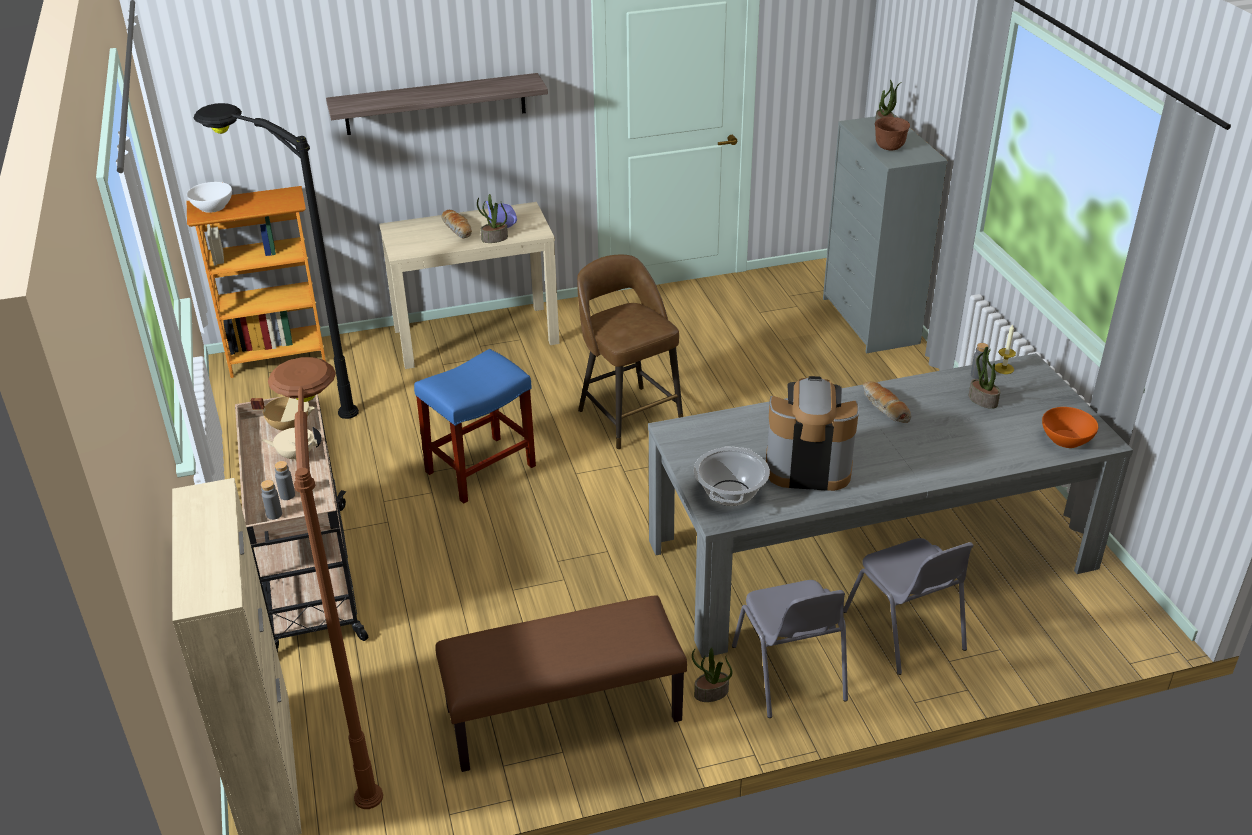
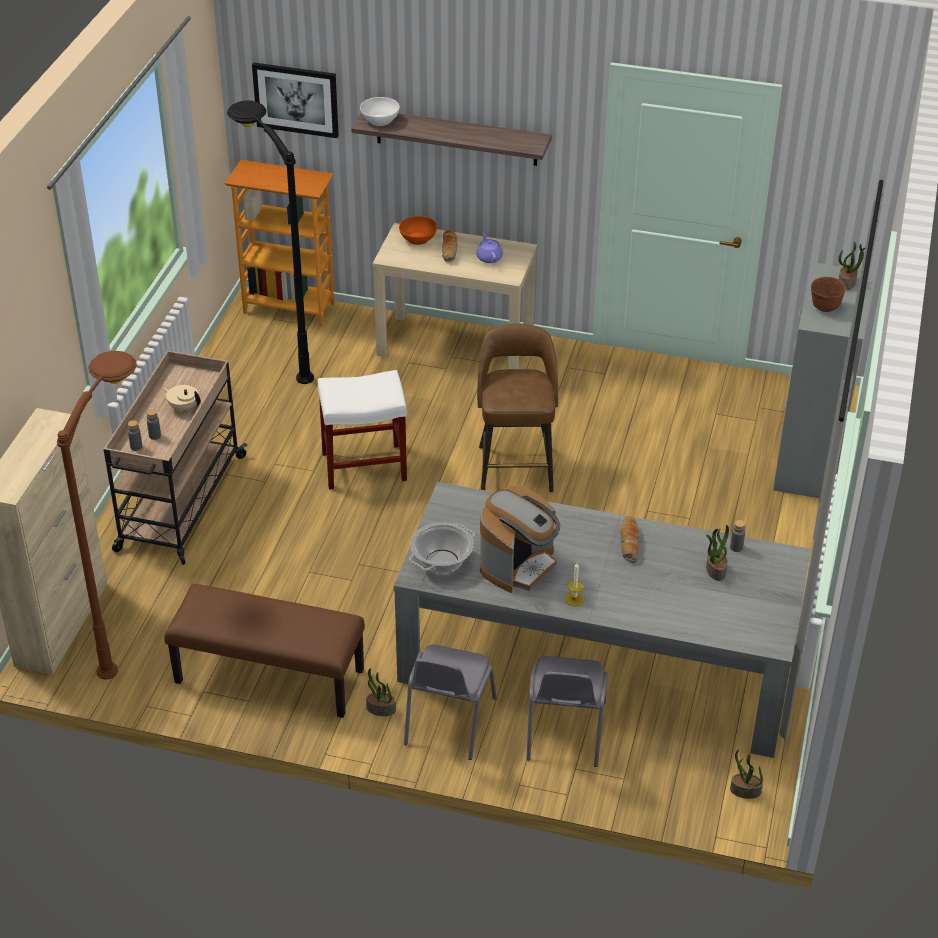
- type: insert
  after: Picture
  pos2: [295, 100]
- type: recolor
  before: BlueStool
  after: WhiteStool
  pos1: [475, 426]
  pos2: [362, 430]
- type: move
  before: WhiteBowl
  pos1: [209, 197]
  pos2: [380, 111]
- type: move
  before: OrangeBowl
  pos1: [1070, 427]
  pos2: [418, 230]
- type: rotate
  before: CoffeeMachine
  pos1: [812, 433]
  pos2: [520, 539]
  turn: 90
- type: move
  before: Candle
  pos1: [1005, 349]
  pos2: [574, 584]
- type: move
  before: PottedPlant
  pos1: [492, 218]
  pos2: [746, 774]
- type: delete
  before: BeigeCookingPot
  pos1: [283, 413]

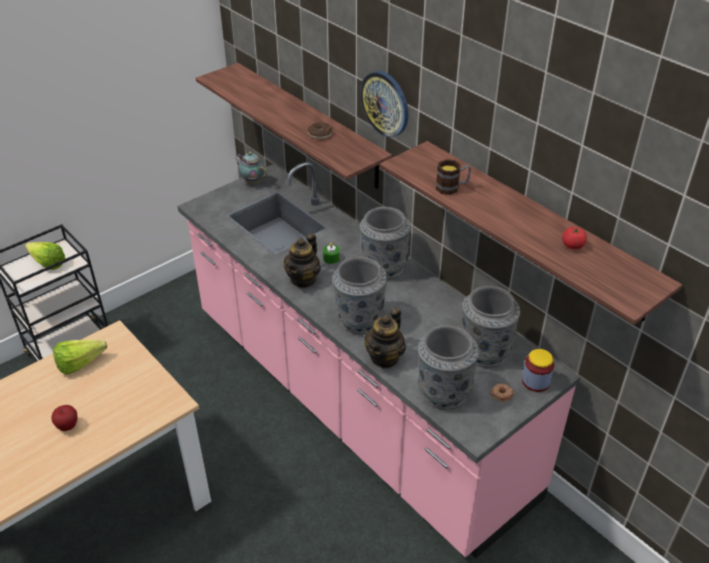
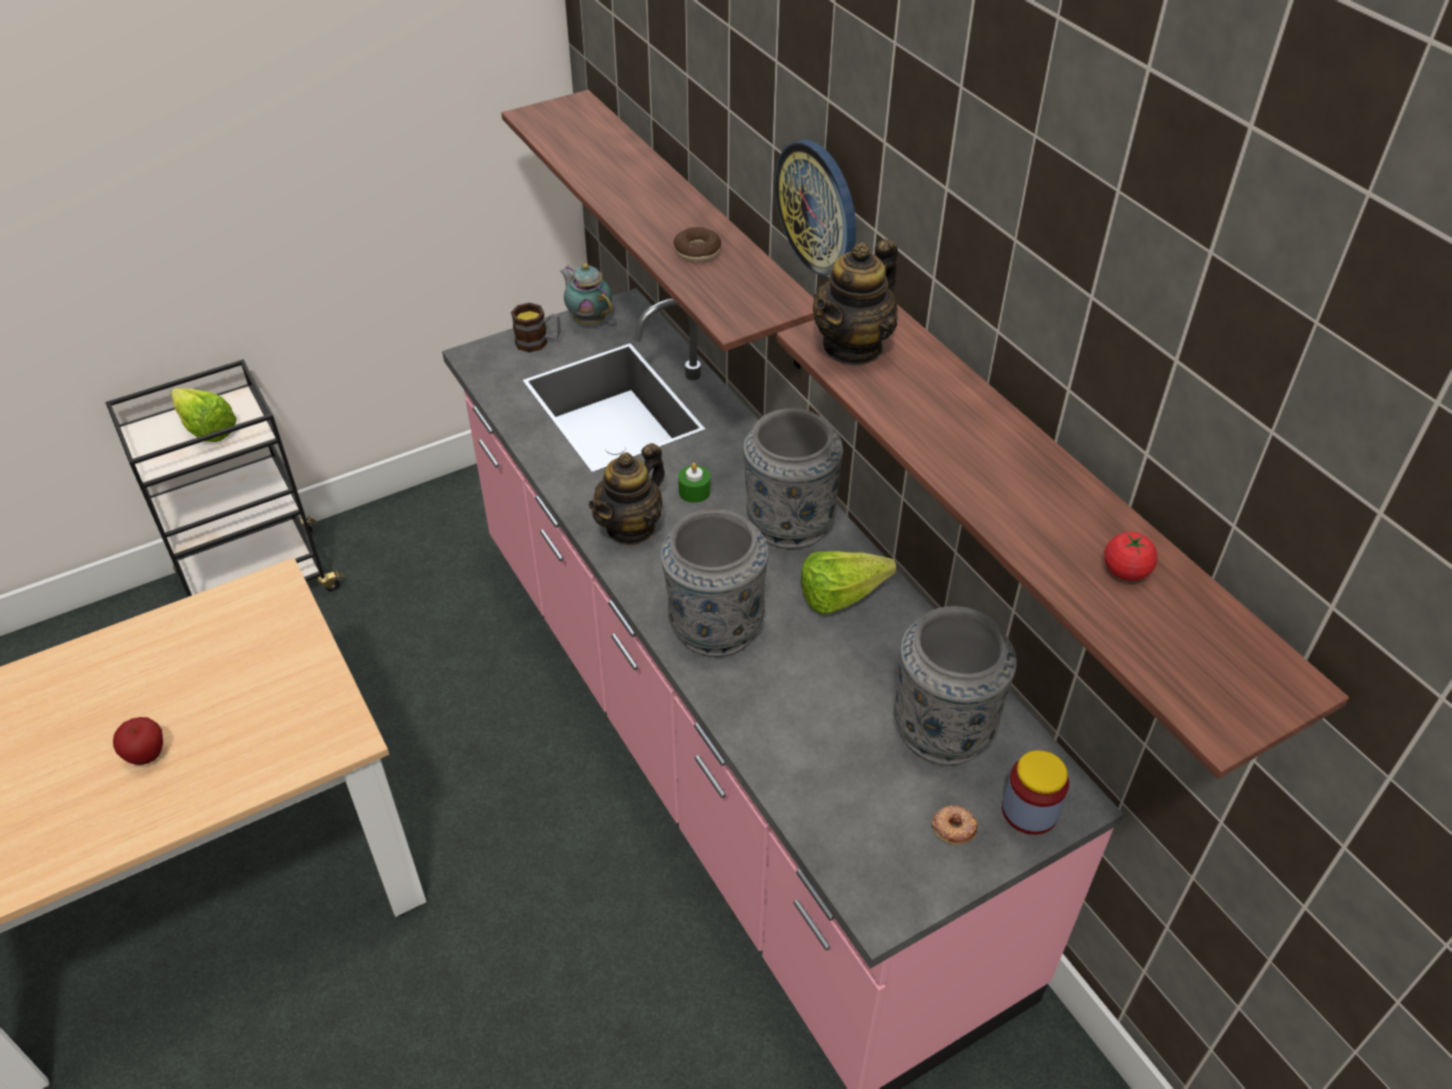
- type: move
  before: Mug
  pos1: [453, 177]
  pos2: [536, 328]
- type: move
  before: Lettuce
  pos1: [80, 357]
  pos2: [848, 582]
- type: move
  before: Teapot
  pos1: [385, 338]
  pos2: [855, 303]
- type: delete
  before: GreyVase
  pos1: [448, 367]

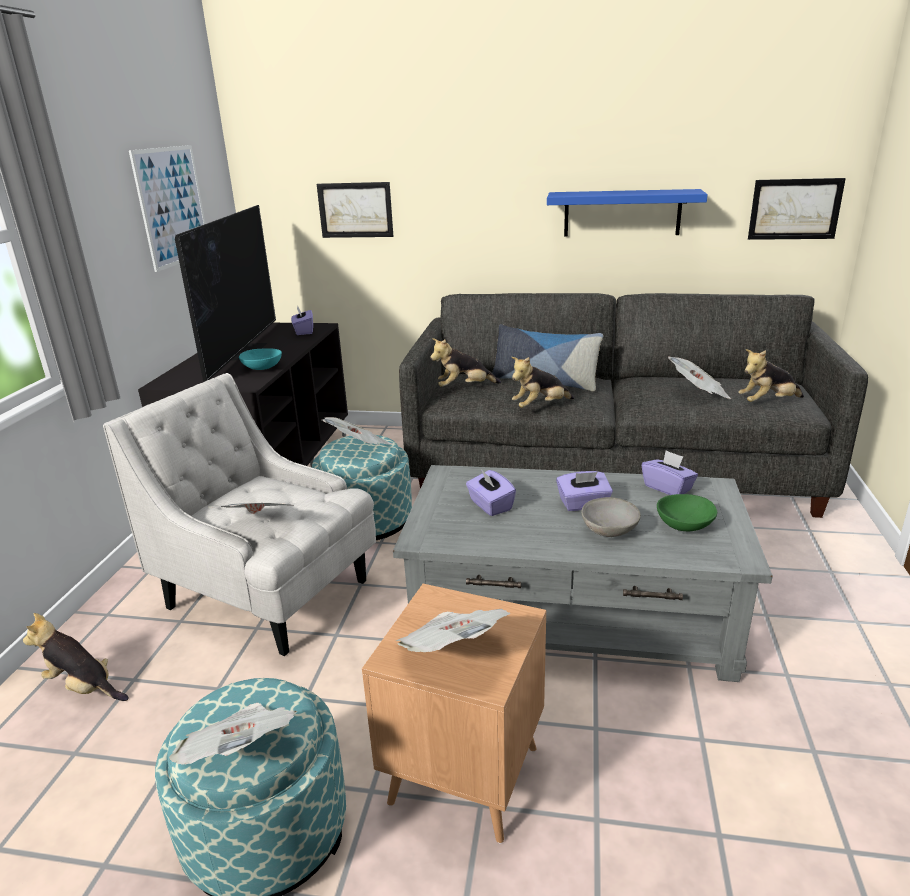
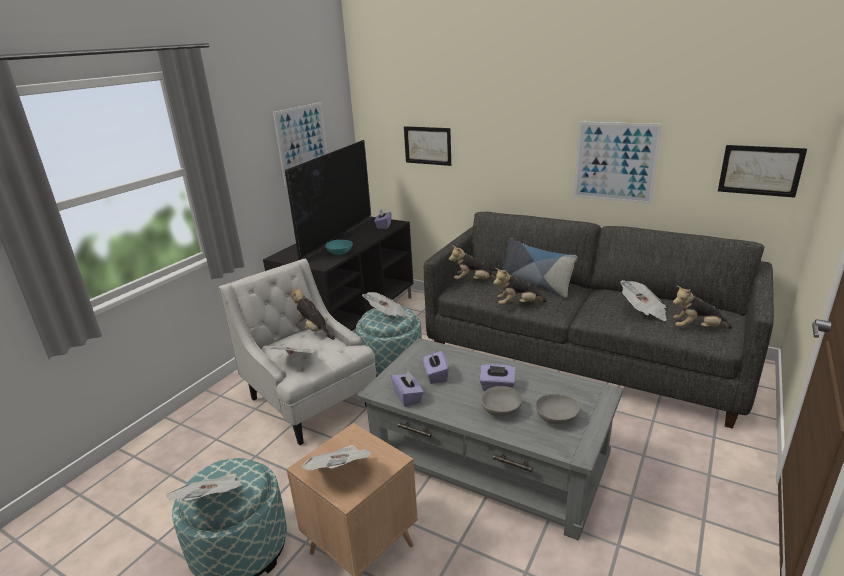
- type: move
  before: PlushToy
  pos1: [76, 657]
  pos2: [313, 314]
- type: move
  before: PurpleTissueBox
  pos1: [669, 472]
  pos2: [407, 389]
- type: recolor
  before: GreenBowl
  after: GreyBowl
  pos1: [687, 512]
  pos2: [557, 409]
- type: replace
  before: BlueShelf
  after: Picture
  pos1: [627, 212]
  pos2: [618, 162]

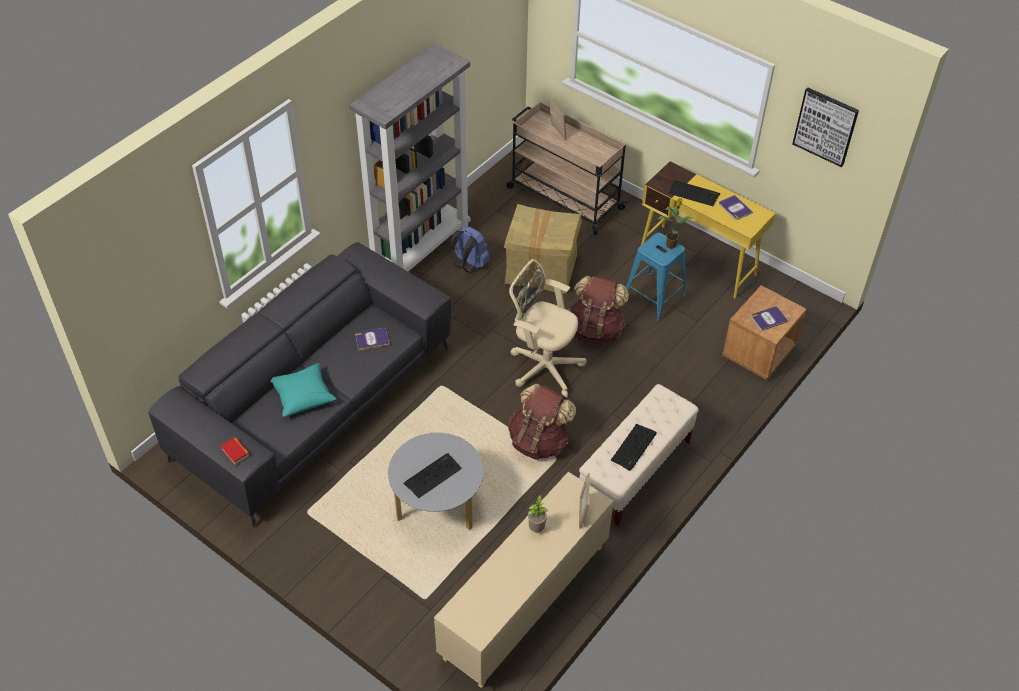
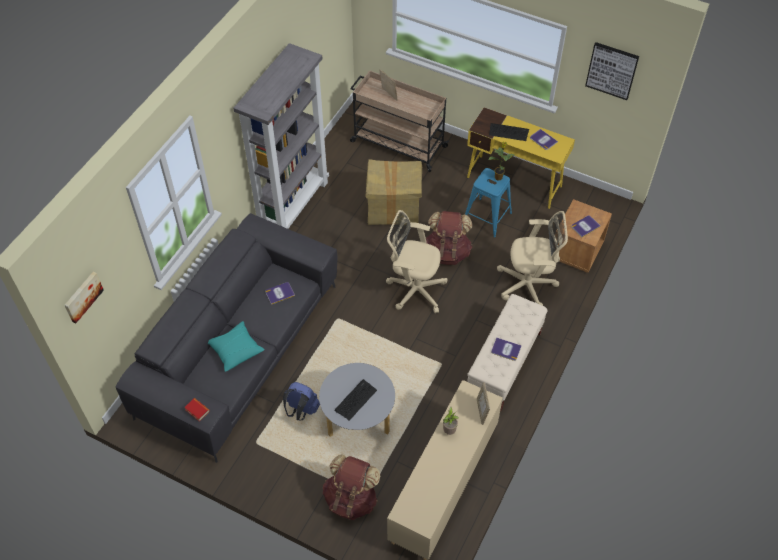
- type: insert
  after: Picture
  pos2: [84, 297]
- type: move
  before: BlueBackpack
  pos1: [470, 249]
  pos2: [301, 401]
- type: move
  before: BrownBackpack
  pos1: [542, 422]
  pos2: [351, 487]
- type: replace
  before: Keyboard
  after: Book
  pos1: [634, 447]
  pos2: [506, 349]
- type: insert
  after: BeigeOfficeChair
  pos2: [532, 258]

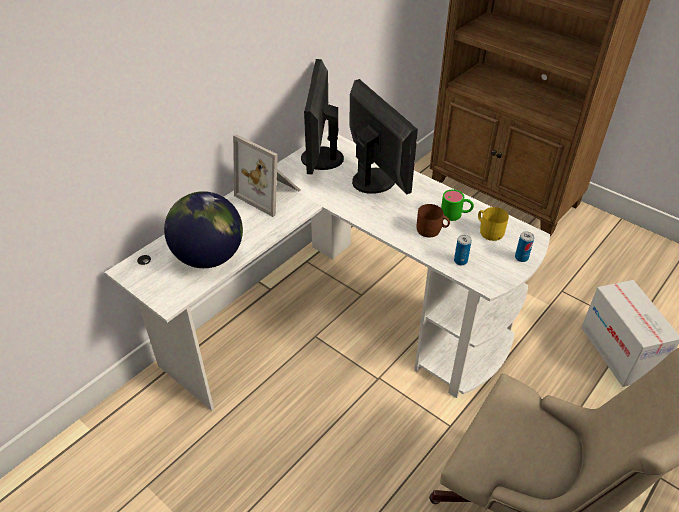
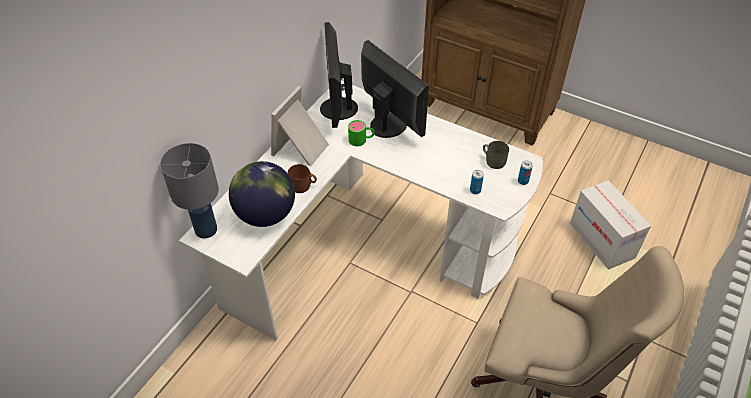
- type: insert
  after: GreyTableLamp
  pos2: [189, 191]
- type: rotate
  before: PictureFrame
  pos1: [267, 175]
  pos2: [300, 126]
  turn: 90
- type: move
  before: BrownMug
  pos1: [433, 221]
  pos2: [302, 178]
- type: move
  before: GreenMug
  pos1: [457, 205]
  pos2: [361, 133]
- type: recolor
  before: YellowMug
  after: GreyMug
  pos1: [493, 224]
  pos2: [496, 155]

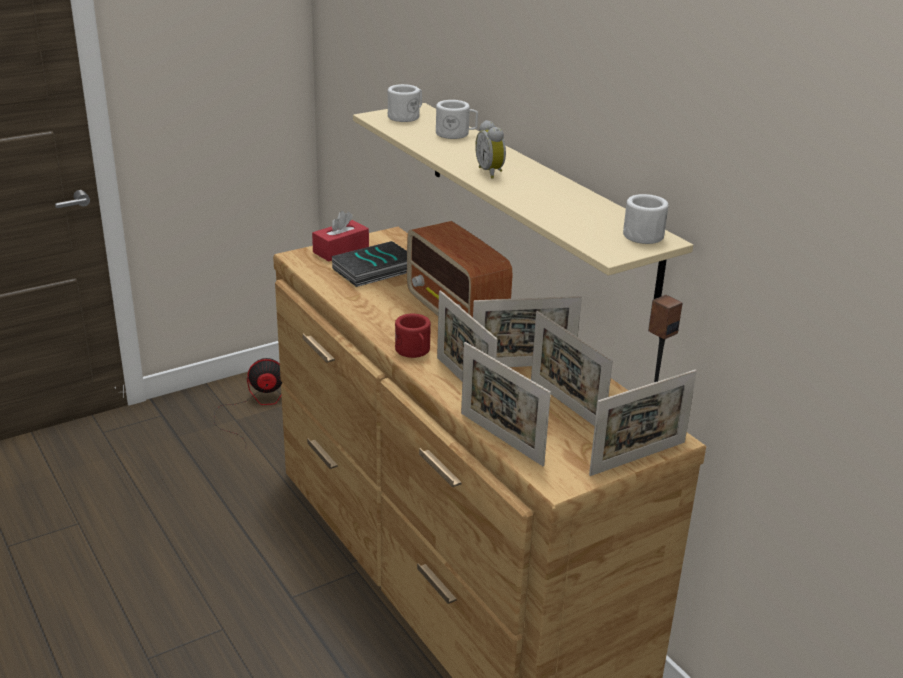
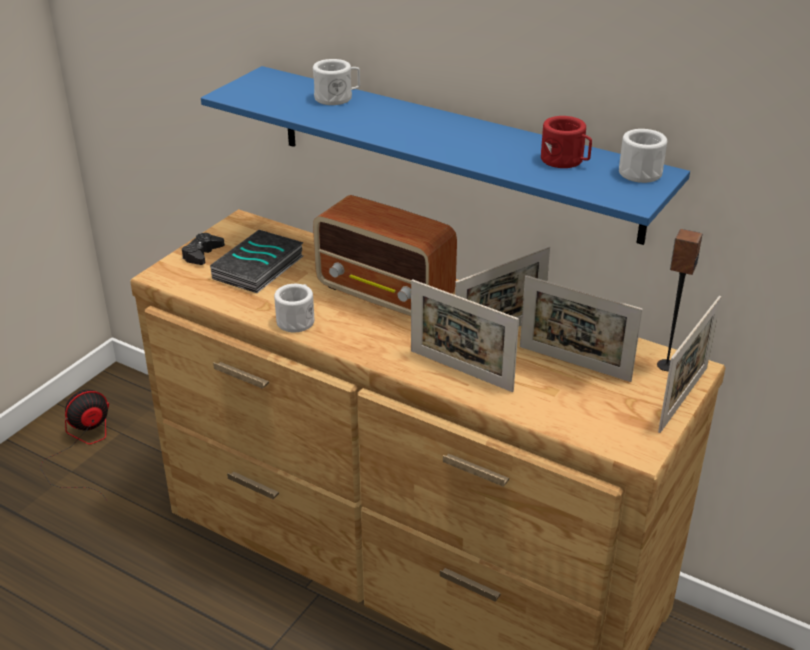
- type: replace
  before: RedTissueBox
  after: BlackGameController
  pos1: [340, 236]
  pos2: [203, 249]
- type: recolor
  before: BeigeShelf
  after: BlueShelf
  pos1: [523, 201]
  pos2: [445, 155]
- type: move
  before: WhiteMug
  pos1: [405, 103]
  pos2: [294, 308]
- type: move
  before: RedMug
  pos1: [413, 336]
  pos2: [566, 142]
- type: delete
  before: PictureFrame
  pos1: [506, 404]
- type: delete
  before: AlarmClock
  pos1: [490, 149]

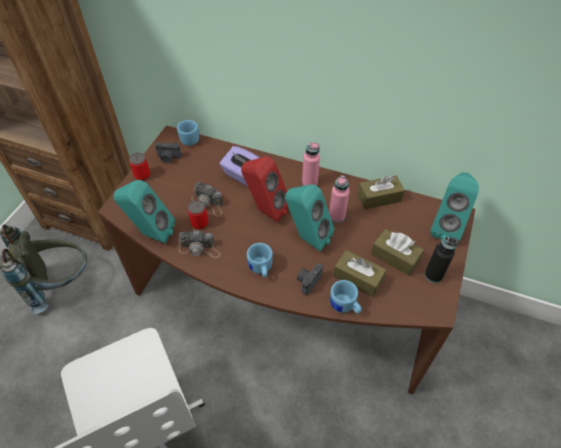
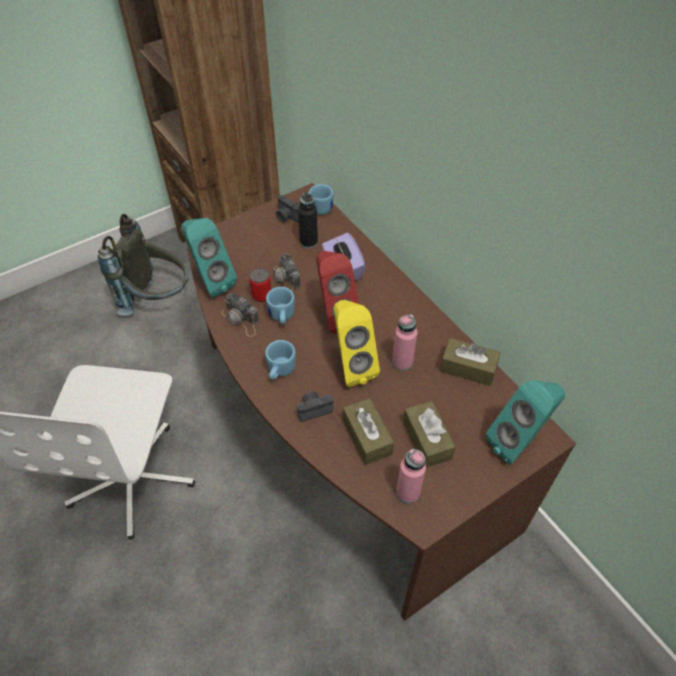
- type: move
  before: BlueMug
  pos1: [346, 297]
  pos2: [280, 305]
- type: move
  before: BlackBottle
  pos1: [441, 259]
  pos2: [308, 220]
- type: recolor
  before: TurquoiseSpeaker
  after: YellowSpeaker
  pos1: [309, 218]
  pos2: [356, 343]
- type: move
  before: PinkBottle
  pos1: [311, 164]
  pos2: [411, 476]
- type: delete
  before: Can
  pos1: [139, 167]

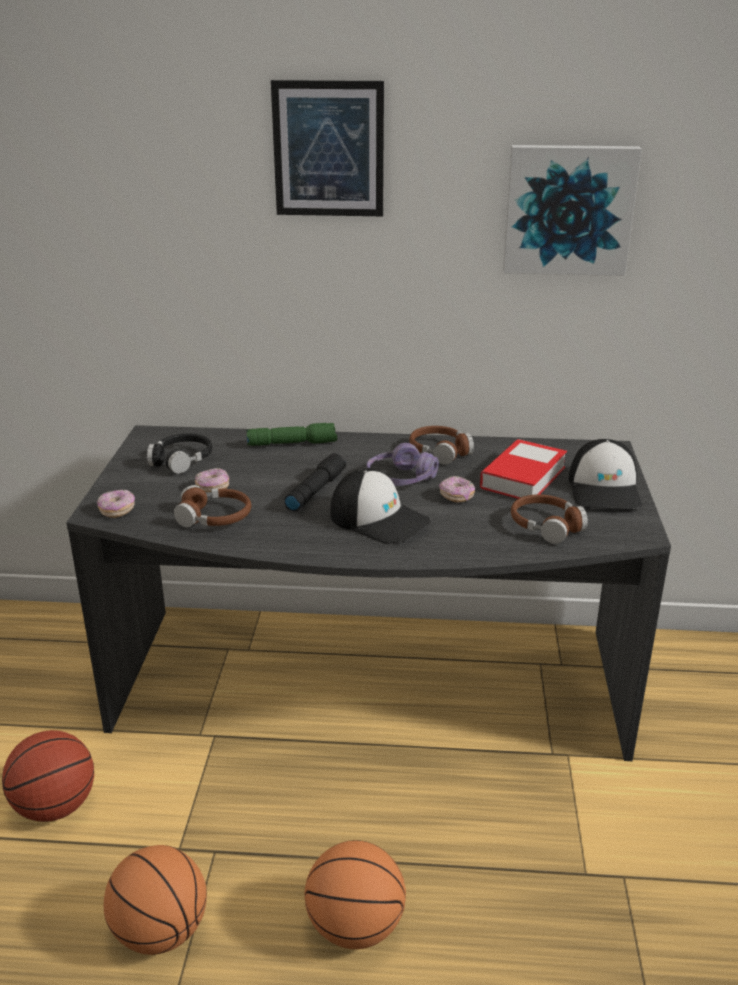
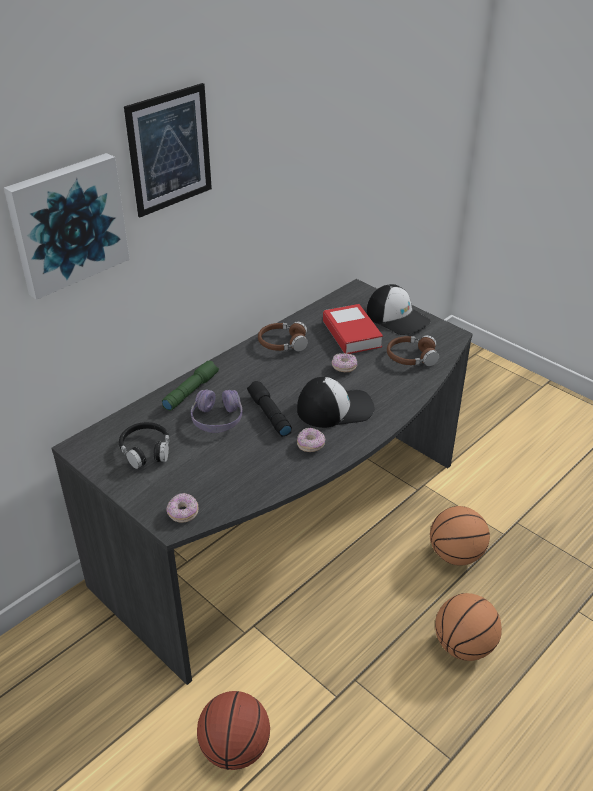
- type: move
  before: Picture
  pos1: [572, 210]
  pos2: [67, 226]
- type: move
  before: PurpleHeadphones
  pos1: [403, 464]
  pos2: [217, 411]
- type: move
  before: Donut
  pos1: [212, 480]
  pos2: [311, 440]
- type: move
  before: Basketball
  pos1: [155, 900]
  pos2: [460, 536]
- type: delete
  before: BrownHeadphones
  pos1: [212, 506]

